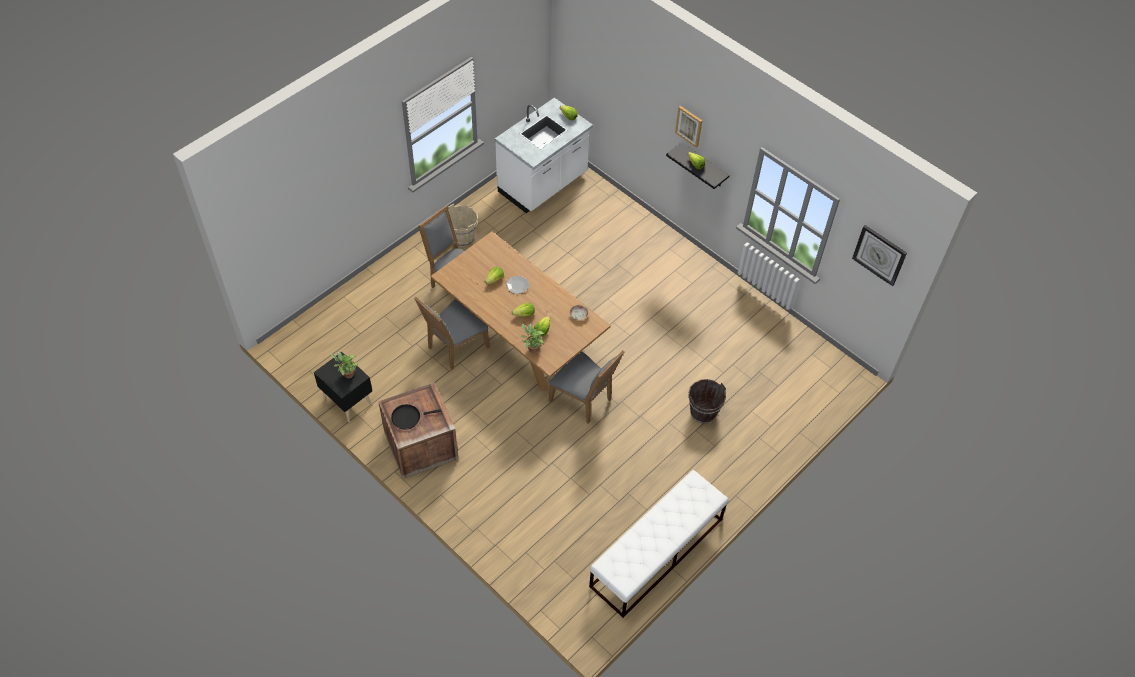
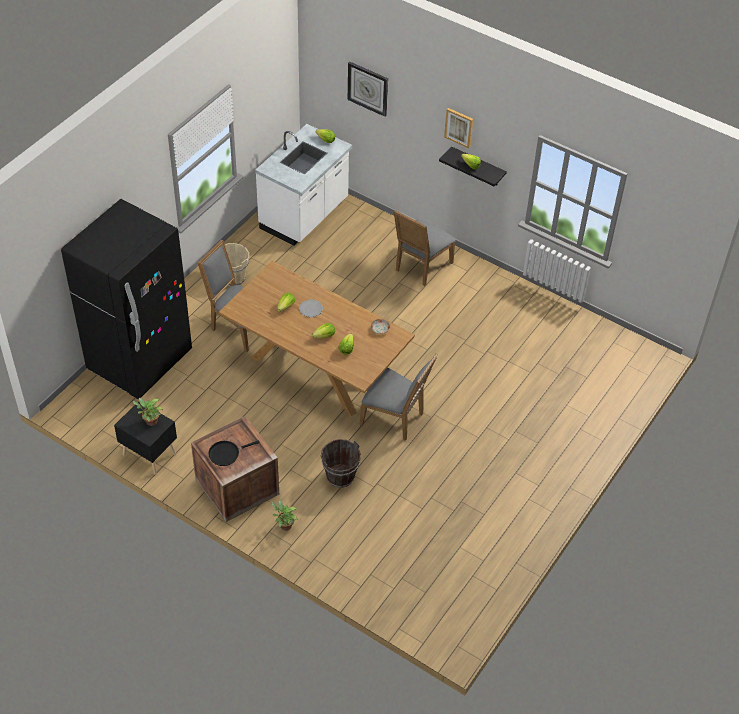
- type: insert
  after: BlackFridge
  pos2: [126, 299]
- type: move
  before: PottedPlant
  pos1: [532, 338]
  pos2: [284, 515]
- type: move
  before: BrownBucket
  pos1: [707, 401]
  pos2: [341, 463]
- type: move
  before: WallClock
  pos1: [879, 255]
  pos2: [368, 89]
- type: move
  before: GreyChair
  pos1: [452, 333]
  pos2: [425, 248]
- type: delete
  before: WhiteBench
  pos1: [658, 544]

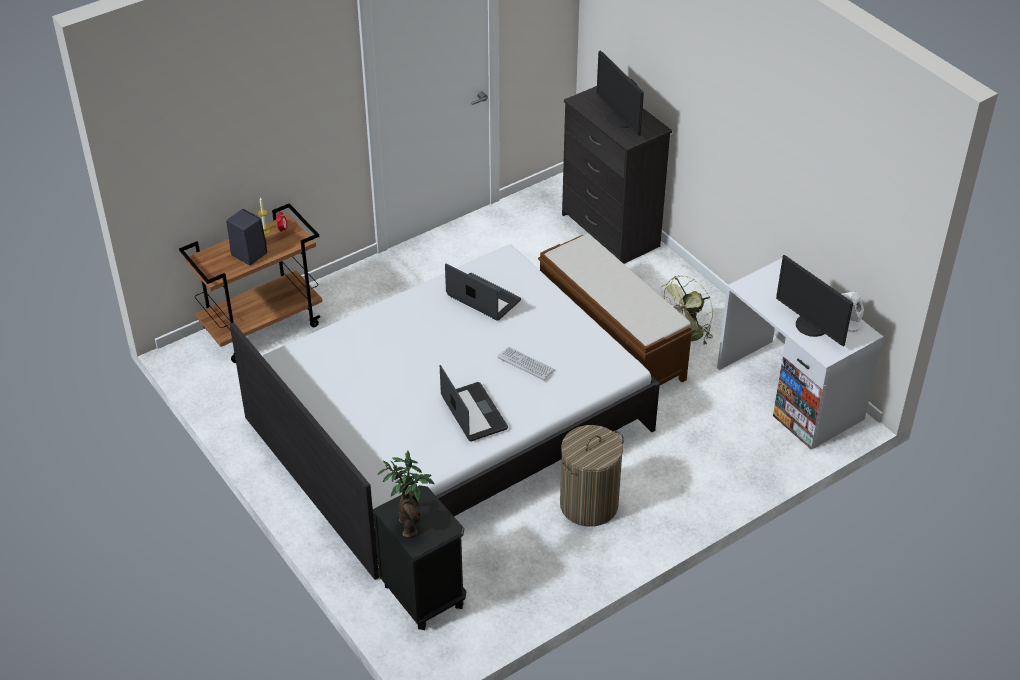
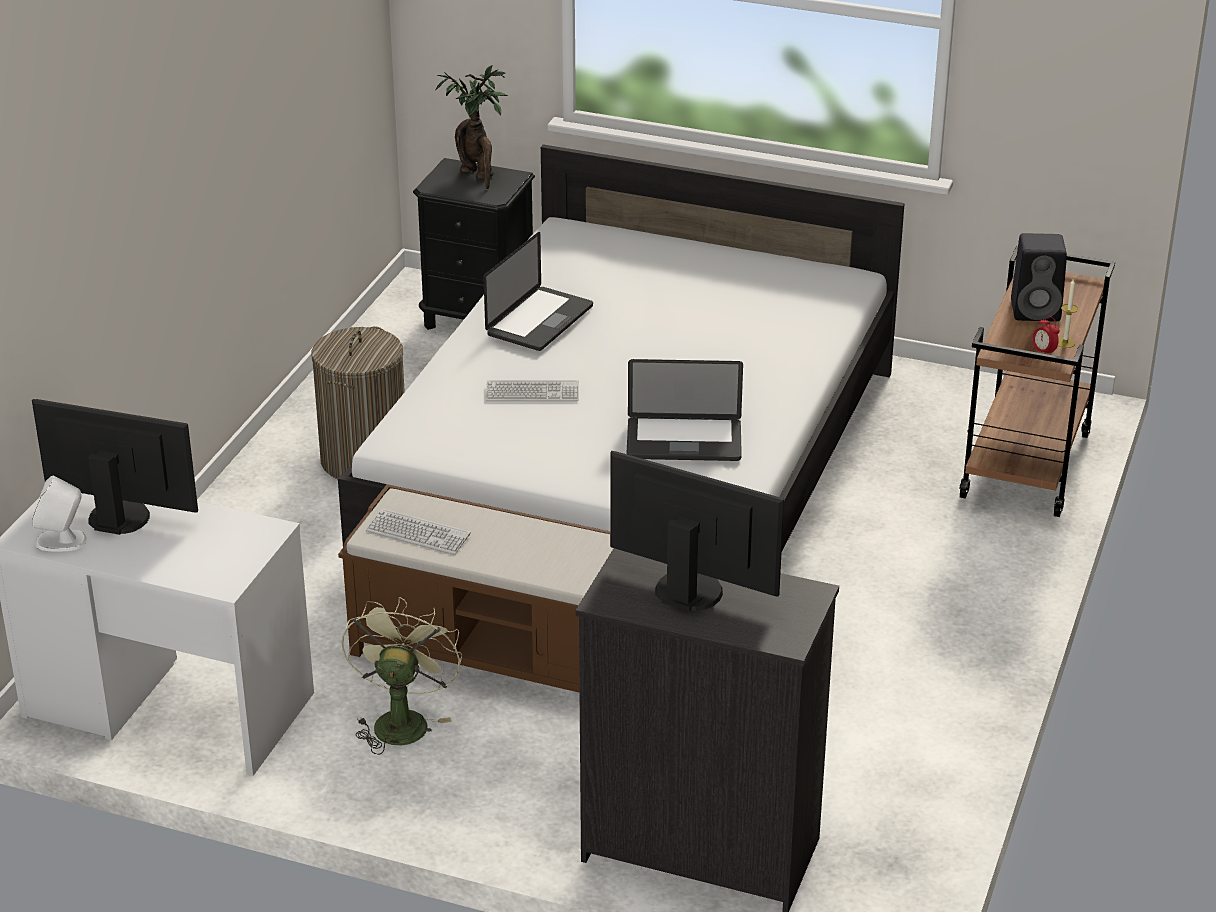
- type: insert
  after: Keyboard
  pos2: [418, 531]
- type: rotate
  before: Laptop
  pos1: [474, 403]
  pos2: [538, 291]
  turn: -90

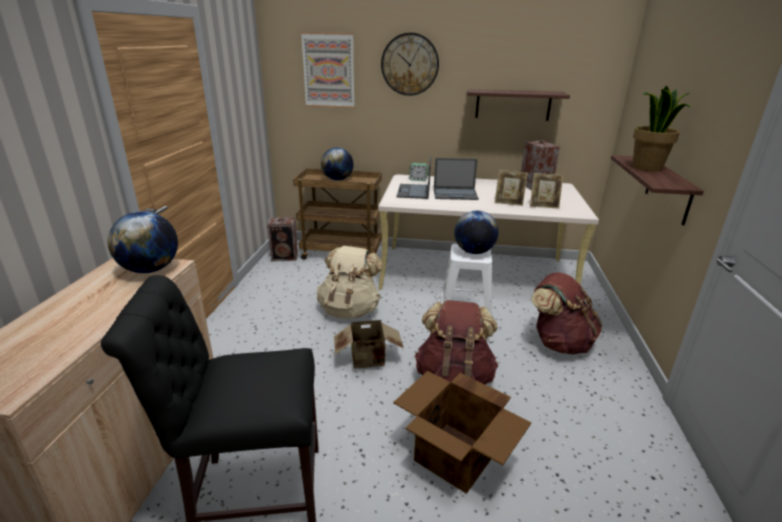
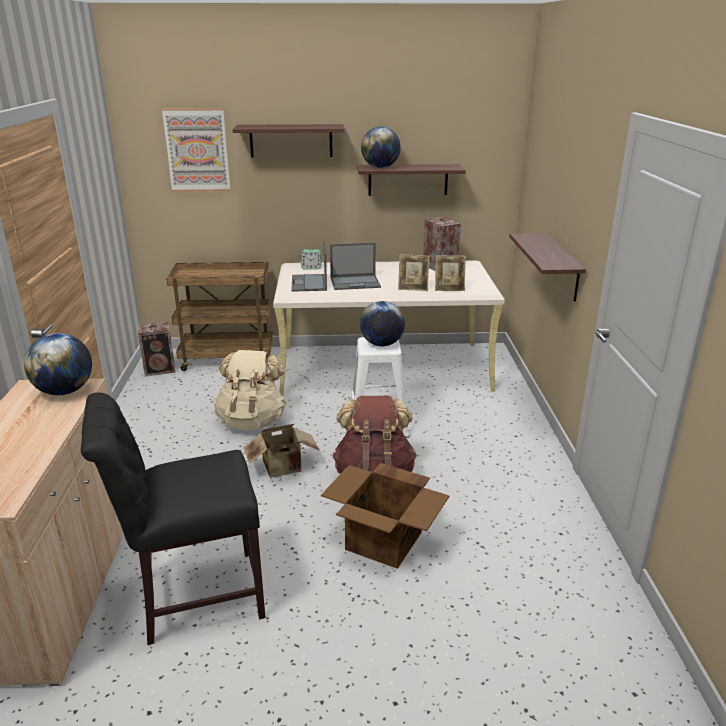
- type: replace
  before: WallClock
  after: Shelf
  pos1: [410, 64]
  pos2: [288, 140]
- type: move
  before: Globe
  pos1: [337, 163]
  pos2: [381, 147]
- type: delete
  before: BrownBackpack
  pos1: [566, 313]
- type: delete
  before: PottedPlant
  pos1: [661, 128]

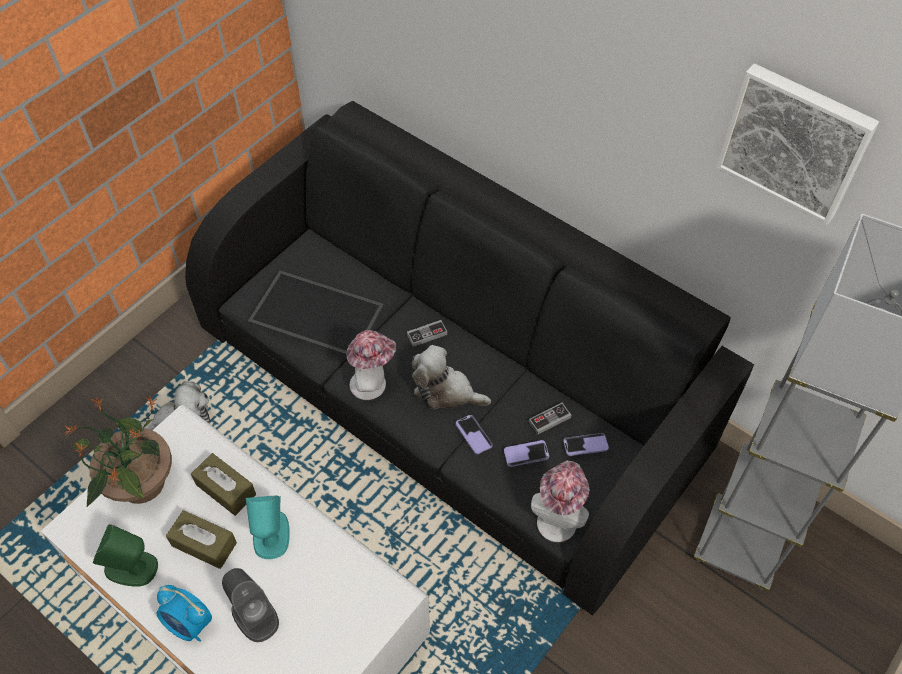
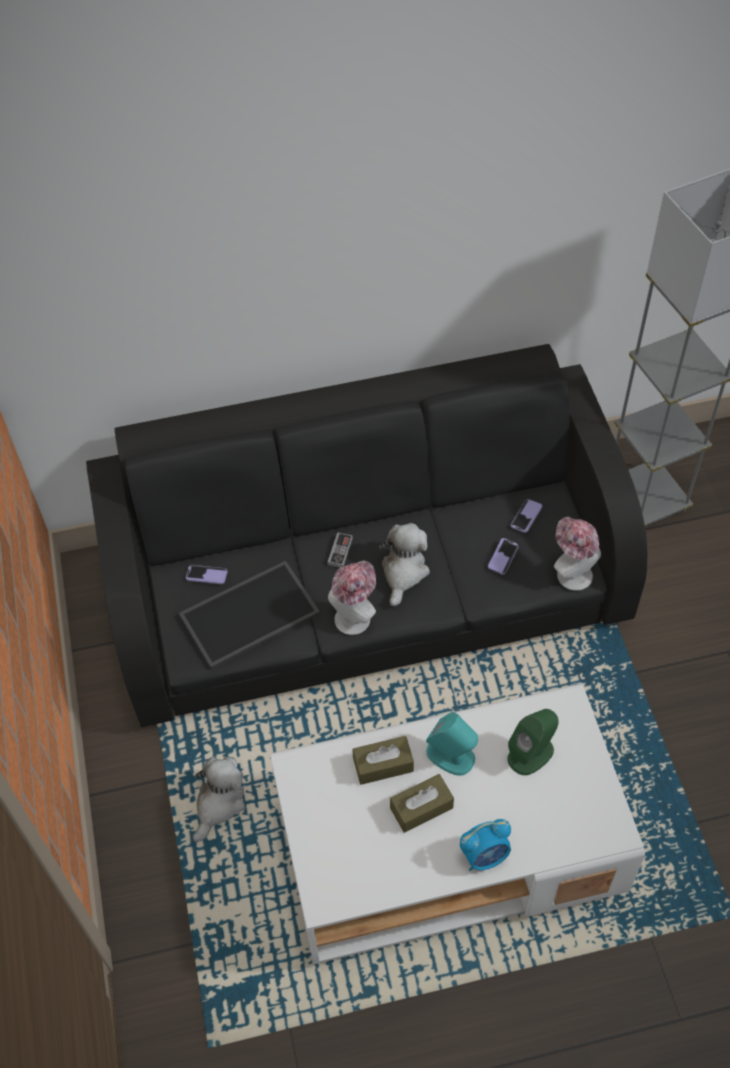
- type: move
  before: Phone
  pos1: [474, 434]
  pos2: [207, 574]
- type: rotate
  before: PlushToy
  pos1: [451, 377]
  pos2: [404, 565]
  turn: 135
- type: move
  before: GreenSpeaker
  pos1: [125, 555]
  pos2: [532, 742]
- type: delete
  before: PottedPlant
  pos1: [118, 451]
- type: delete
  before: GreySpeaker
  pos1: [250, 605]
- type: delete
  before: GameController
  pos1: [550, 418]
- type: delete
  before: Picture
  pos1: [797, 144]

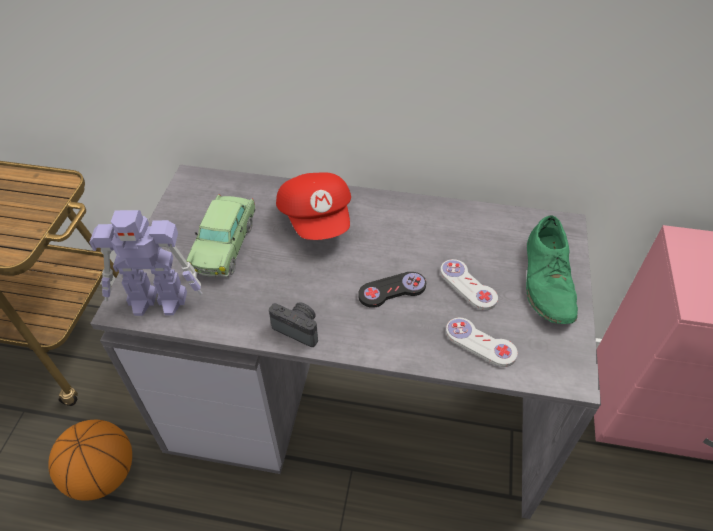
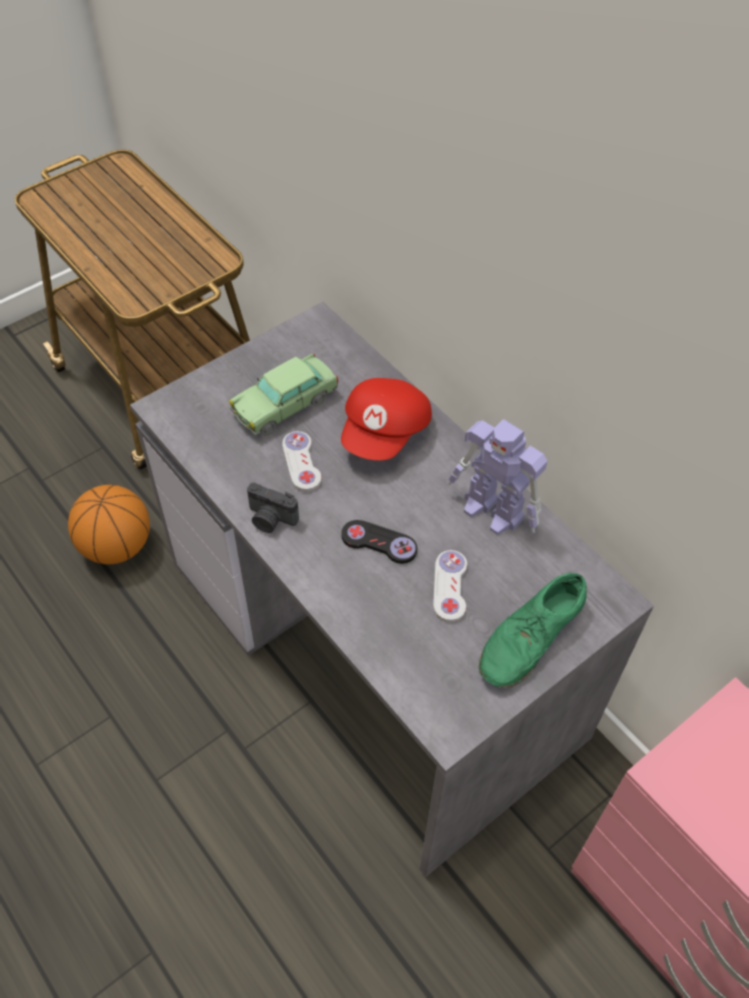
- type: rotate
  before: PhotoCamera
  pos1: [293, 324]
  pos2: [273, 508]
  turn: 135
- type: move
  before: WhiteGameController
  pos1: [482, 342]
  pos2: [302, 461]
- type: move
  before: ToyRobot
  pos1: [145, 263]
  pos2: [497, 477]

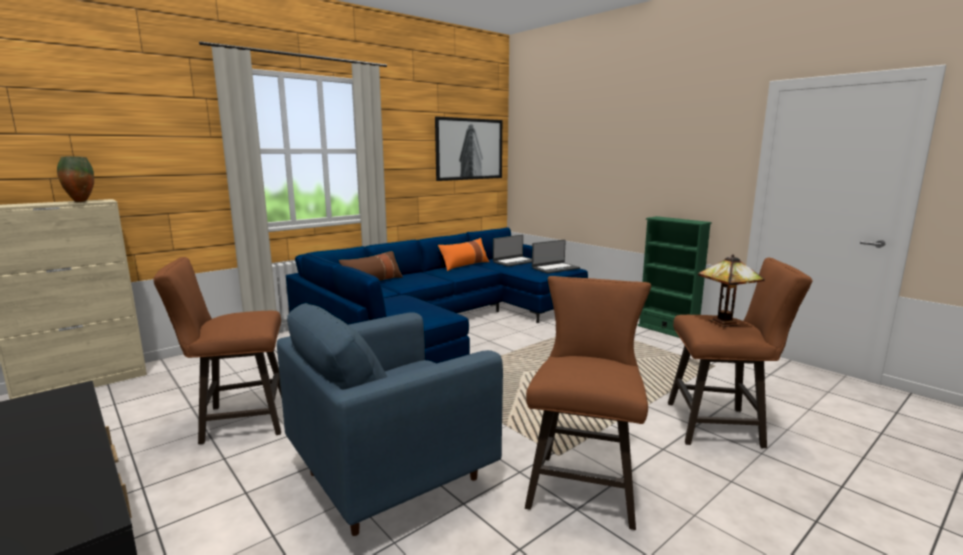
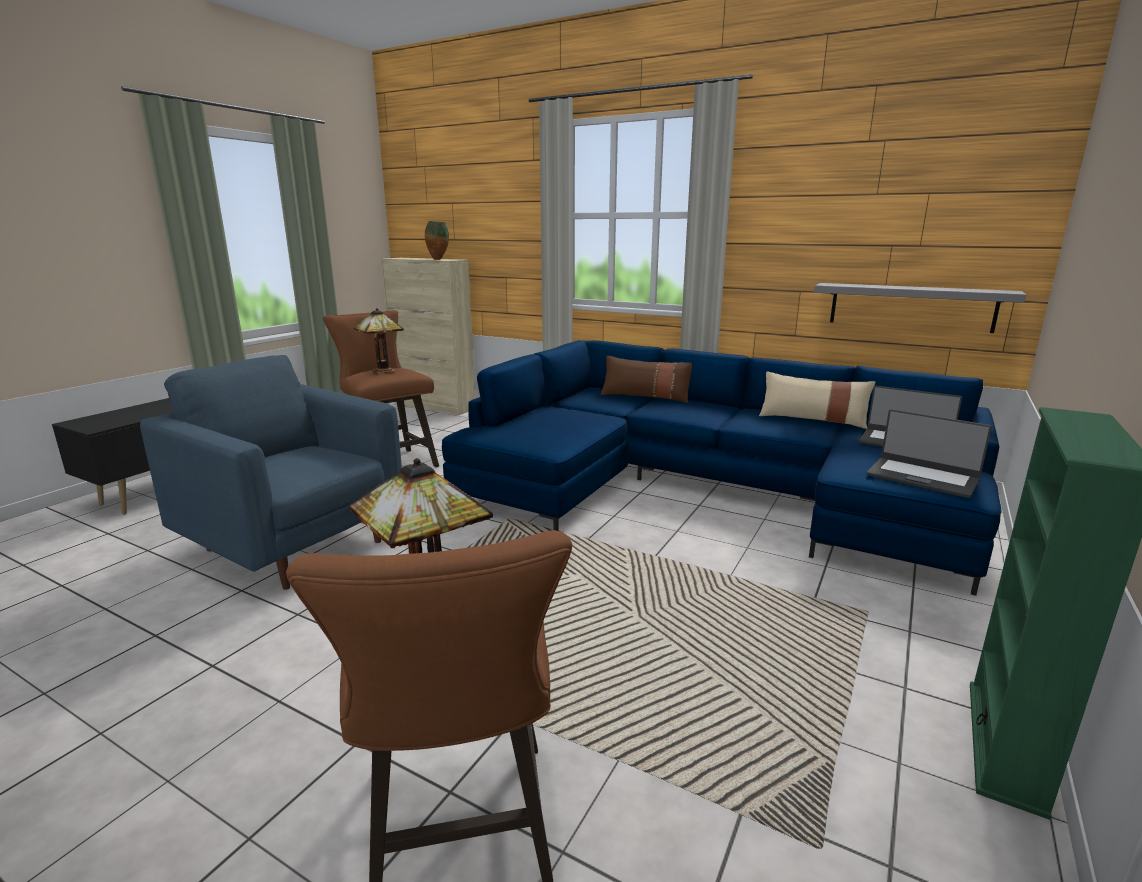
- type: insert
  after: TableLamp
  pos2: [379, 341]
- type: recolor
  before: OrangePillow
  after: BeigePillow
  pos1: [463, 254]
  pos2: [817, 400]
- type: insert
  after: GreyShelf
  pos2: [920, 308]
- type: delete
  before: Picture
  pos1: [468, 148]
- type: delete
  before: BrownStool
  pos1: [588, 403]

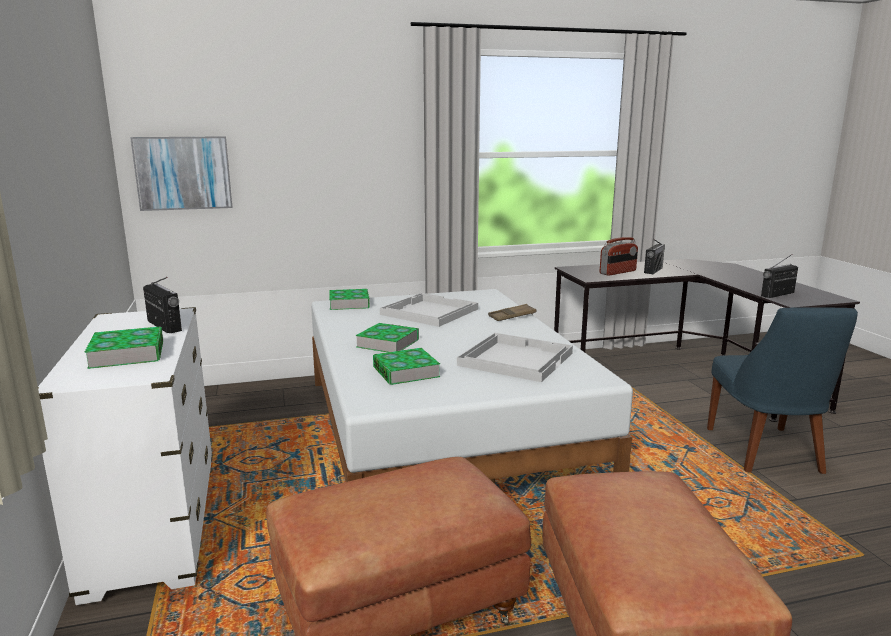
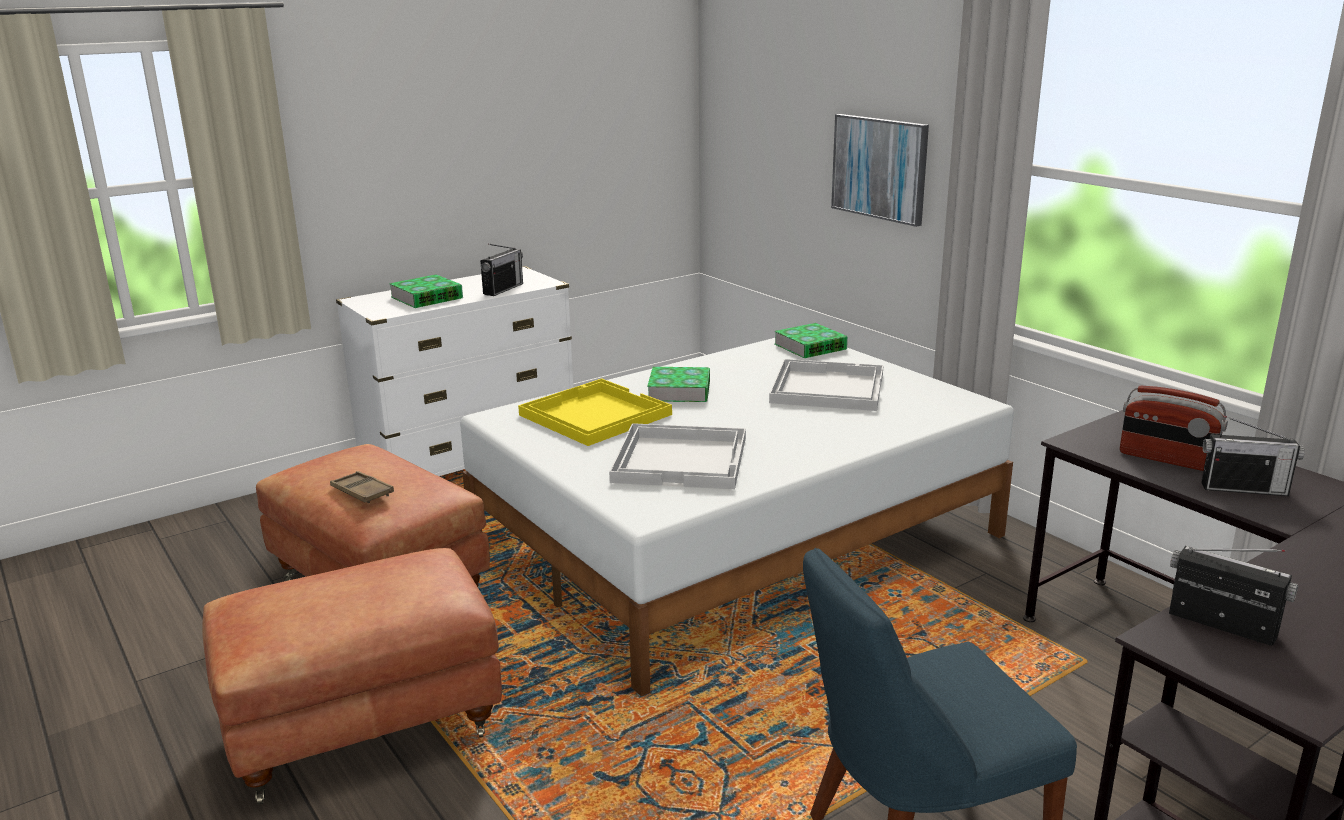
- type: move
  before: BrownTray
  pos1: [512, 312]
  pos2: [362, 487]
- type: replace
  before: Book
  after: YellowTray
  pos1: [406, 366]
  pos2: [595, 412]
- type: move
  before: Picture
  pos1: [181, 173]
  pos2: [880, 170]

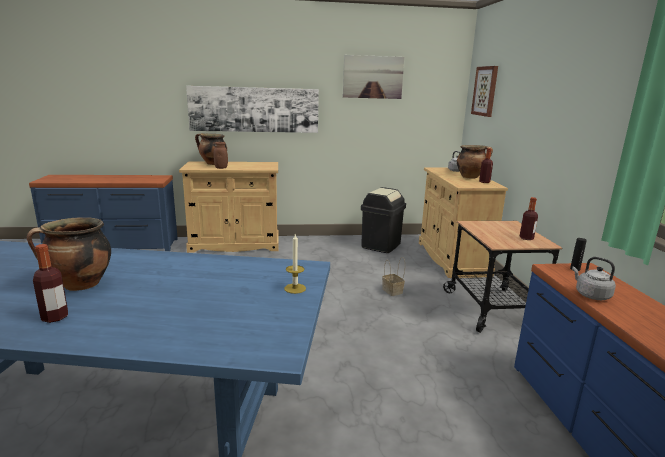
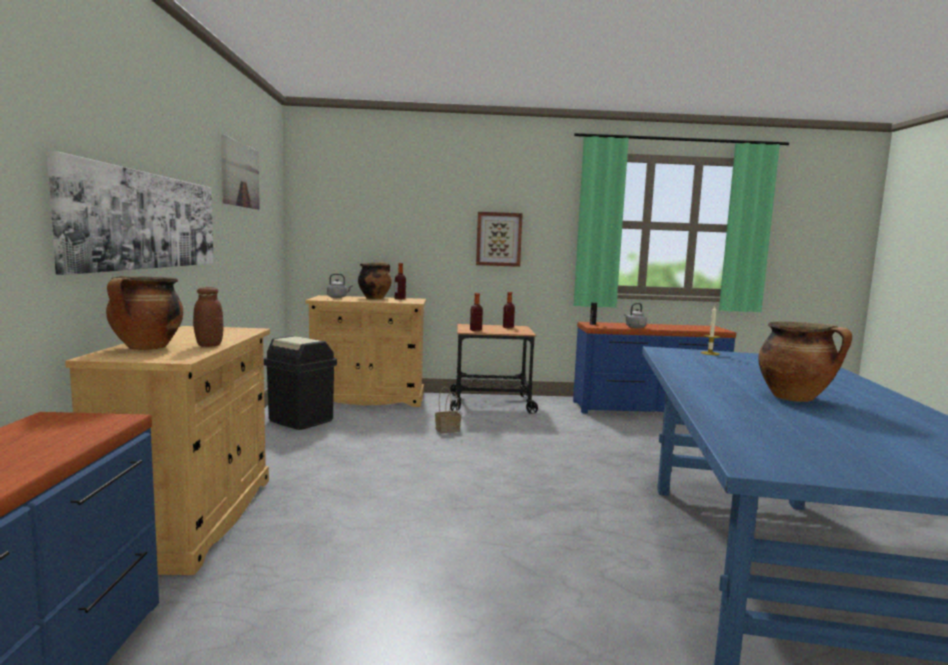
- type: move
  before: Bottle
  pos1: [50, 283]
  pos2: [476, 312]
- type: move
  before: Picture
  pos1: [484, 91]
  pos2: [499, 239]

